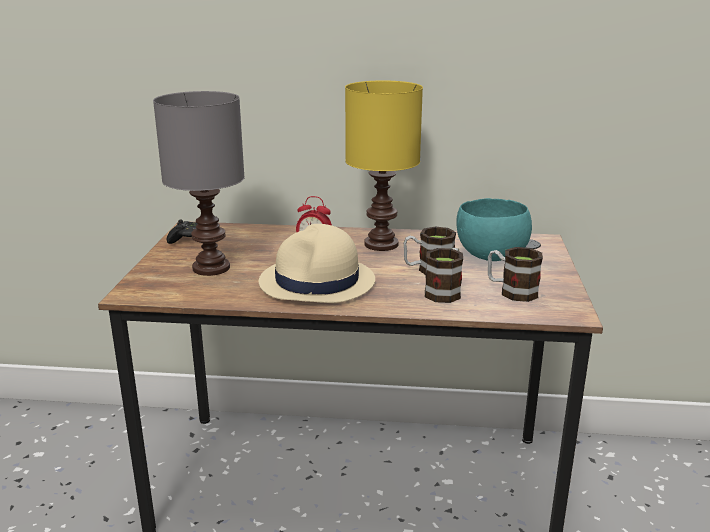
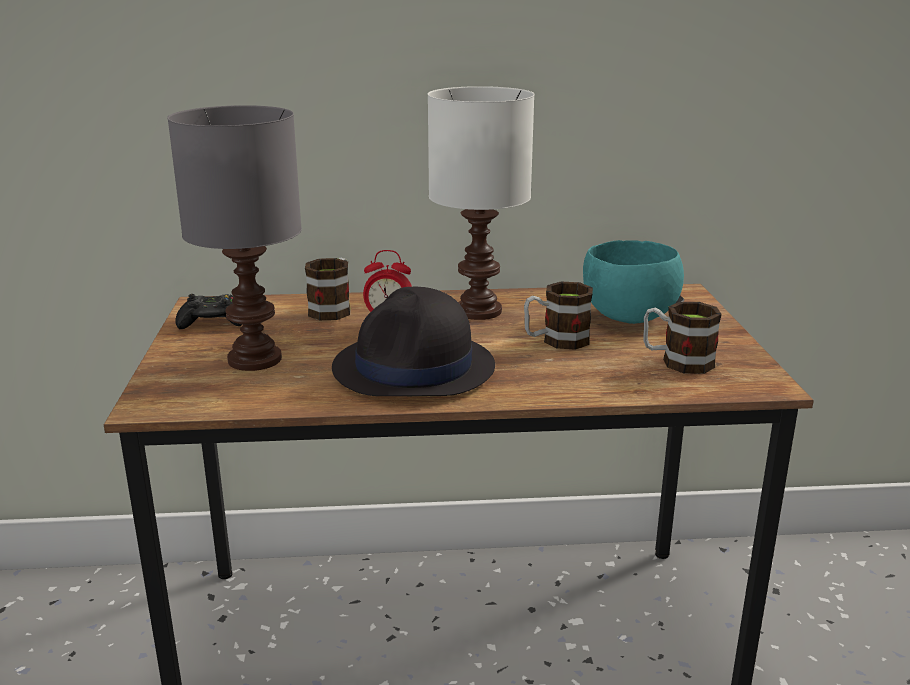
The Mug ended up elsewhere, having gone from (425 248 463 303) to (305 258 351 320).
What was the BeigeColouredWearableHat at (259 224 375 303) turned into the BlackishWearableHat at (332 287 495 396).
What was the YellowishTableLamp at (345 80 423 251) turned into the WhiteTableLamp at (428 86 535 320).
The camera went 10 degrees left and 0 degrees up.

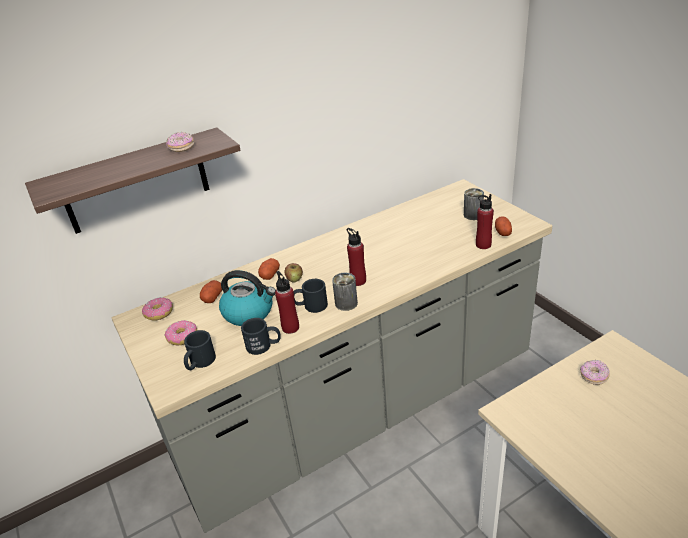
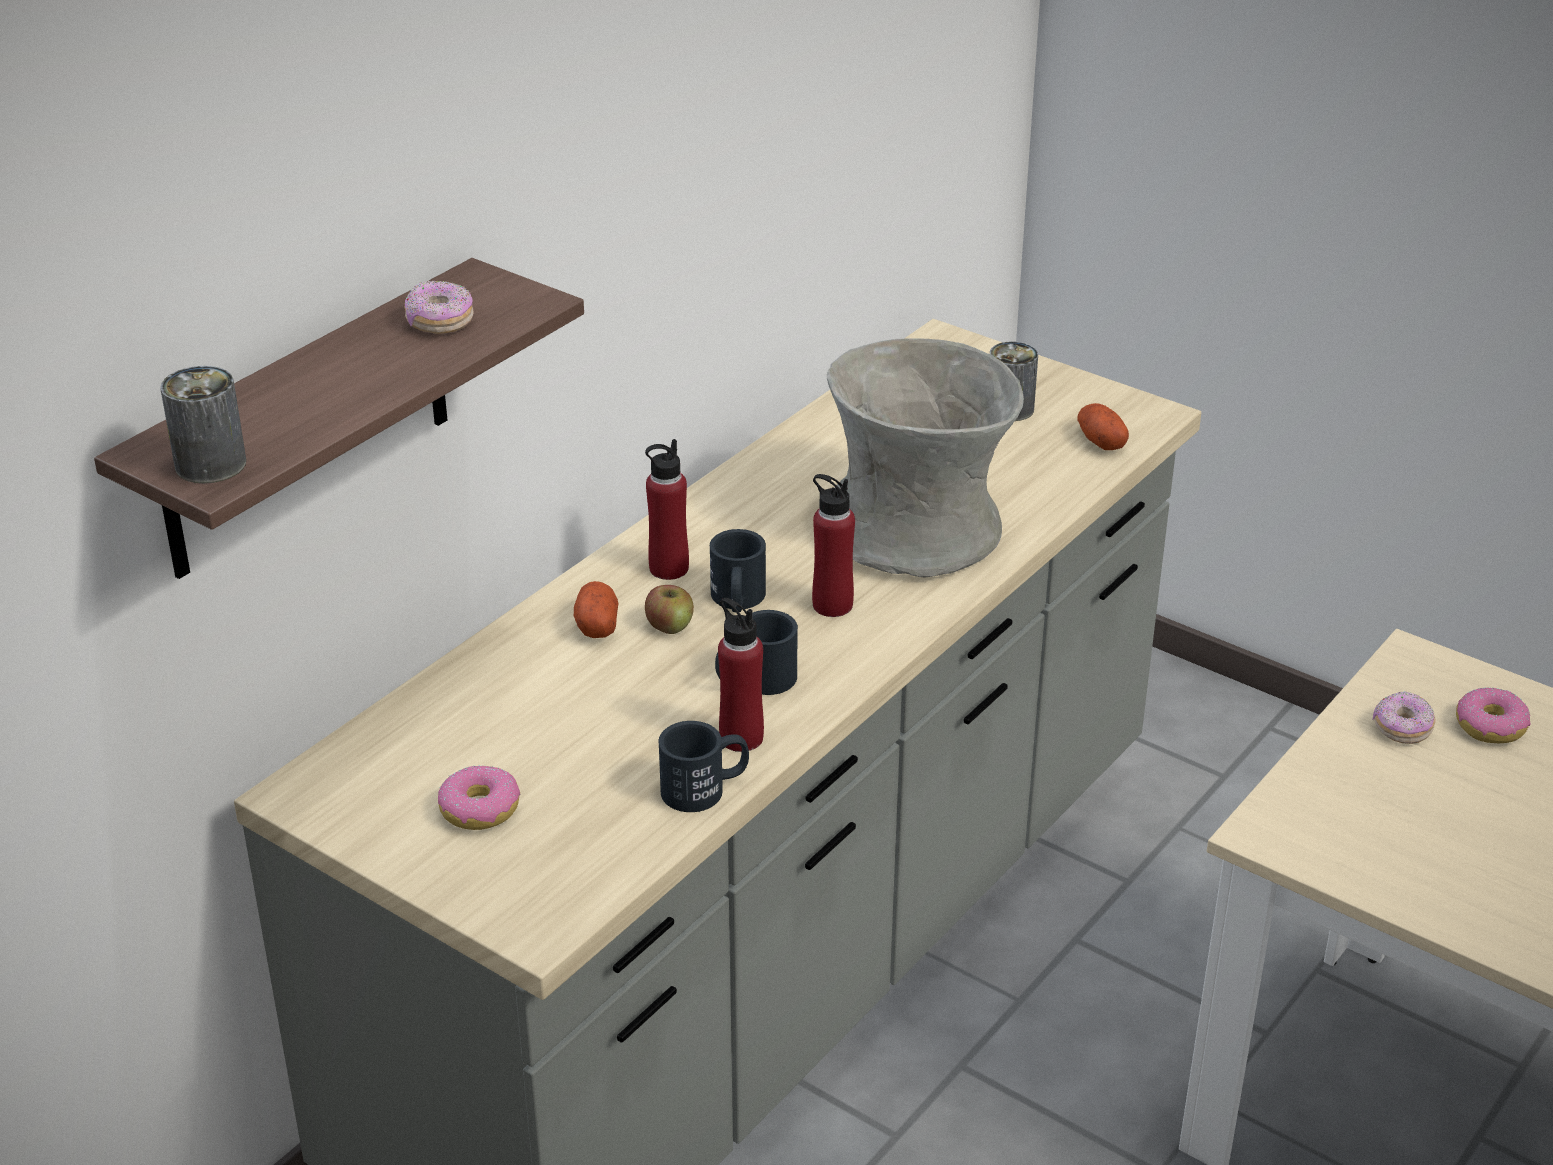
The second view lost the Potato at (200 280 222 303).
The second view lost the WaterKettle at (219 270 276 326).
The second view gained the GreyishFlowerVase at (827 338 1024 578).
The Doughnut ended up elsewhere, having gone from (142 297 173 321) to (1456 687 1530 743).
The BlackishMug ended up elsewhere, having gone from (184 330 216 370) to (710 529 766 612).
The SealedCan ended up elsewhere, having gone from (332 273 358 311) to (160 366 246 483).
The RedBottle ended up elsewhere, having gone from (476 194 494 249) to (645 439 689 580).
The camera went 25 degrees left and 0 degrees up.

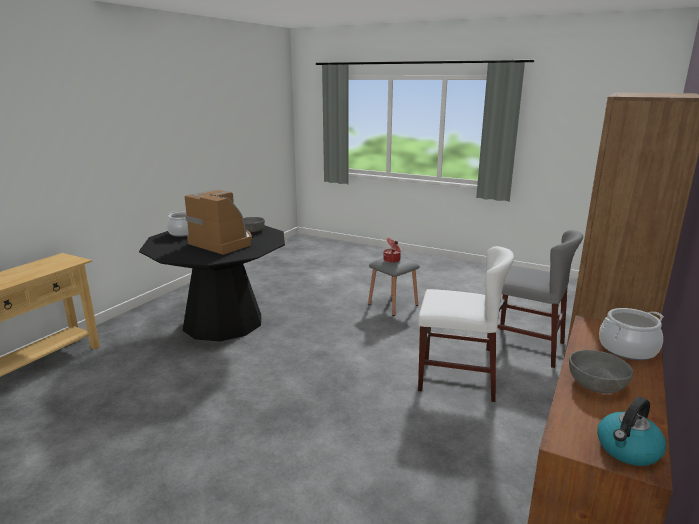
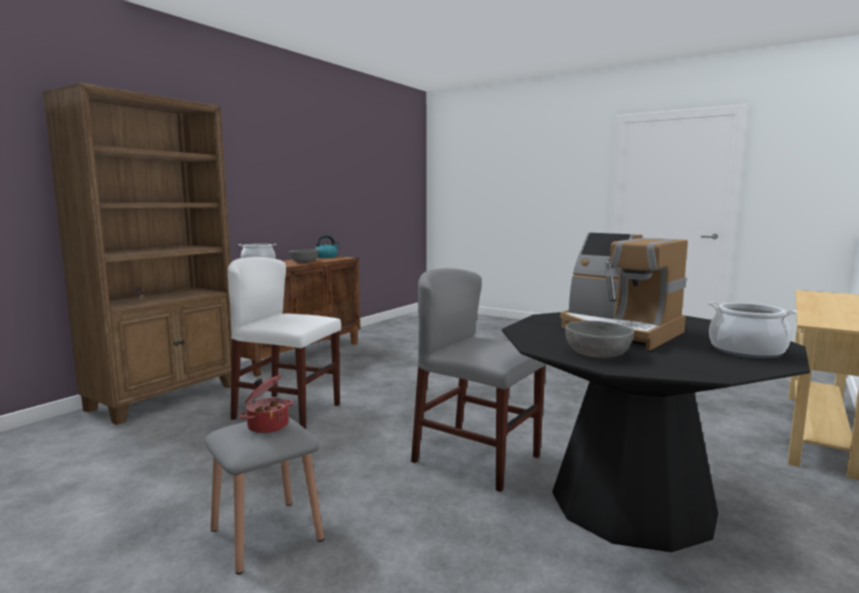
The GreyishUprightChair ended up elsewhere, having gone from (486 230 583 368) to (411 268 547 492).
The camera went 175 degrees left and 10 degrees down.

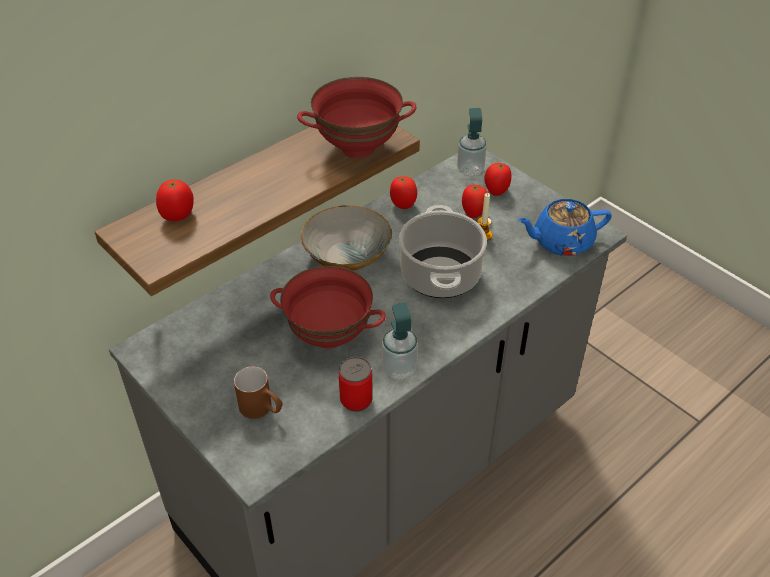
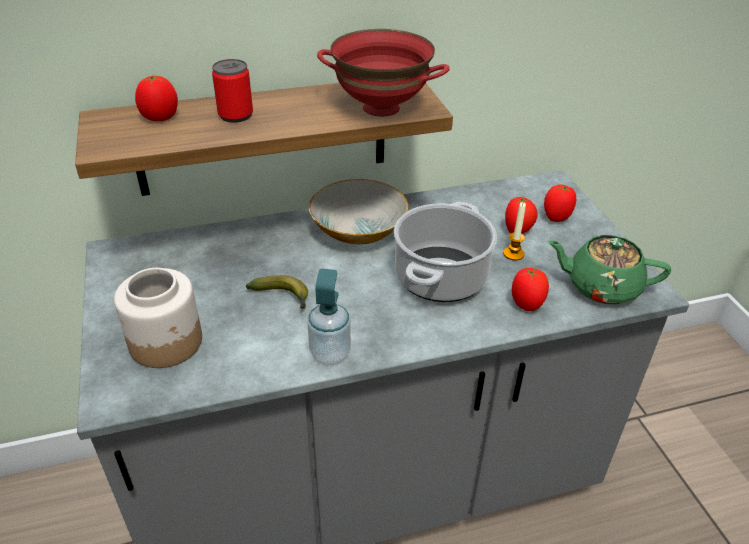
The second view lost the LiquidSoapBottle at (457 108 487 176).
The SealedCan ended up elsewhere, having gone from (339 357 373 412) to (212 59 253 123).
The FreshTomato ended up elsewhere, having gone from (390 176 417 209) to (512 268 549 311).
Where the BrownishMug stood at (234 366 283 419), the PreserveJar came to stand at (114 268 202 368).
Where the RedDeepDish stood at (270 266 386 349), the WholeBanana came to stand at (246 275 308 309).
What was the BluishTeaPot at (518 199 612 256) turned into the GreenTeaPot at (547 235 671 304).
The camera went 25 degrees right and 5 degrees down.

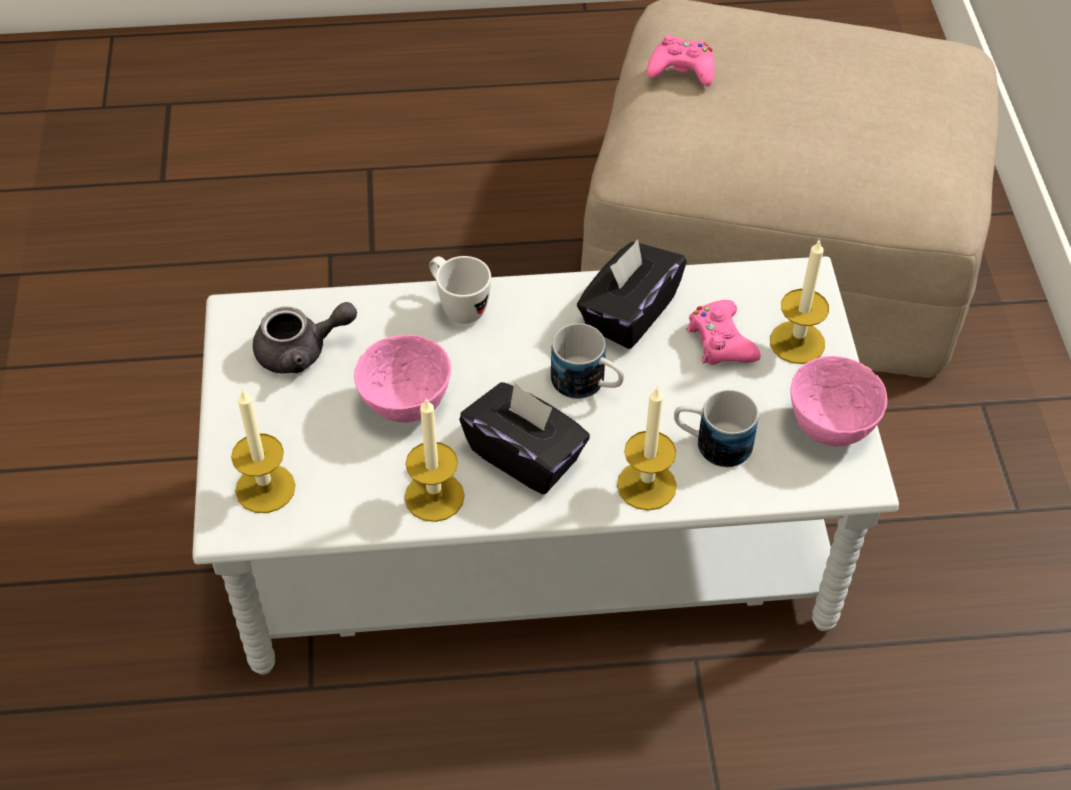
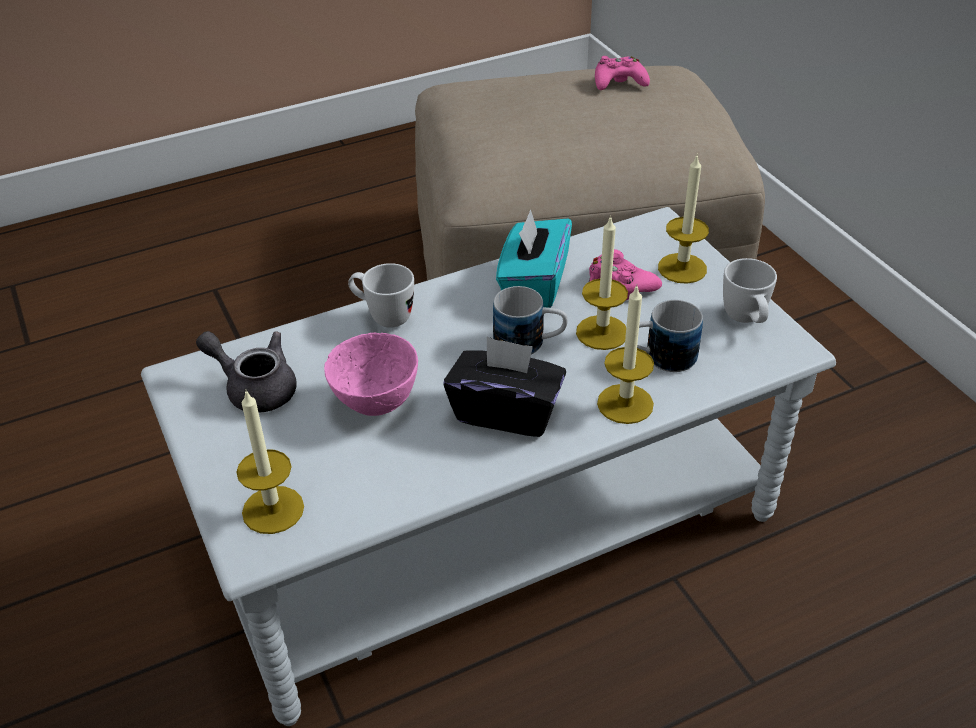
The WaxCandle ended up elsewhere, having gone from (404 398 465 522) to (576 215 628 350).
The PinkGameController ended up elsewhere, having gone from (647 34 715 86) to (595 56 650 90).
Where the PinkDeepDish stood at (791 356 887 447), the WhiteMug came to stand at (723 258 777 323).
What was the BlackishTissueHolder at (577 240 687 349) turned into the TurquoiseColouredTissueHolder at (496 209 572 308).
The GreyishTeaPot at (253 302 357 374) ended up facing another way, 120 degrees counterclockwise from before.
The camera went 20 degrees left and 10 degrees down.

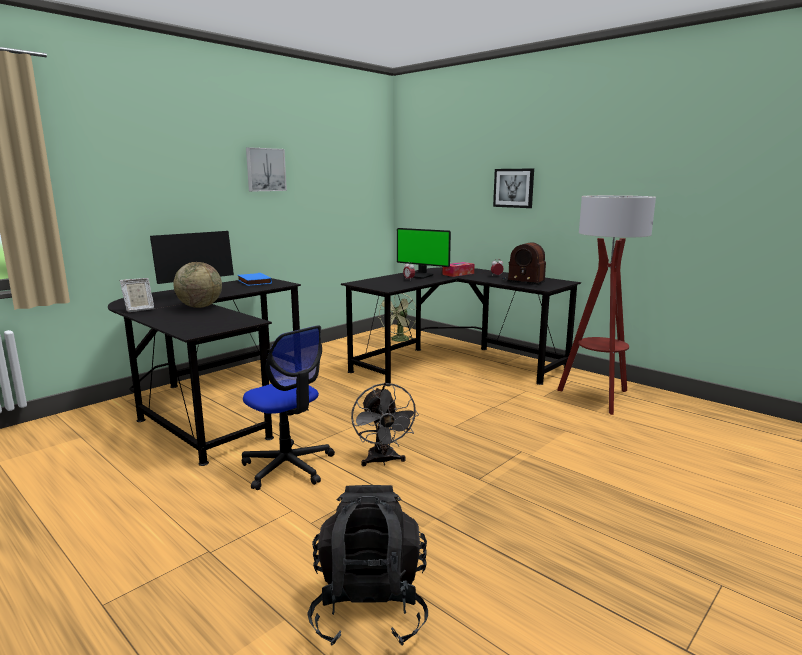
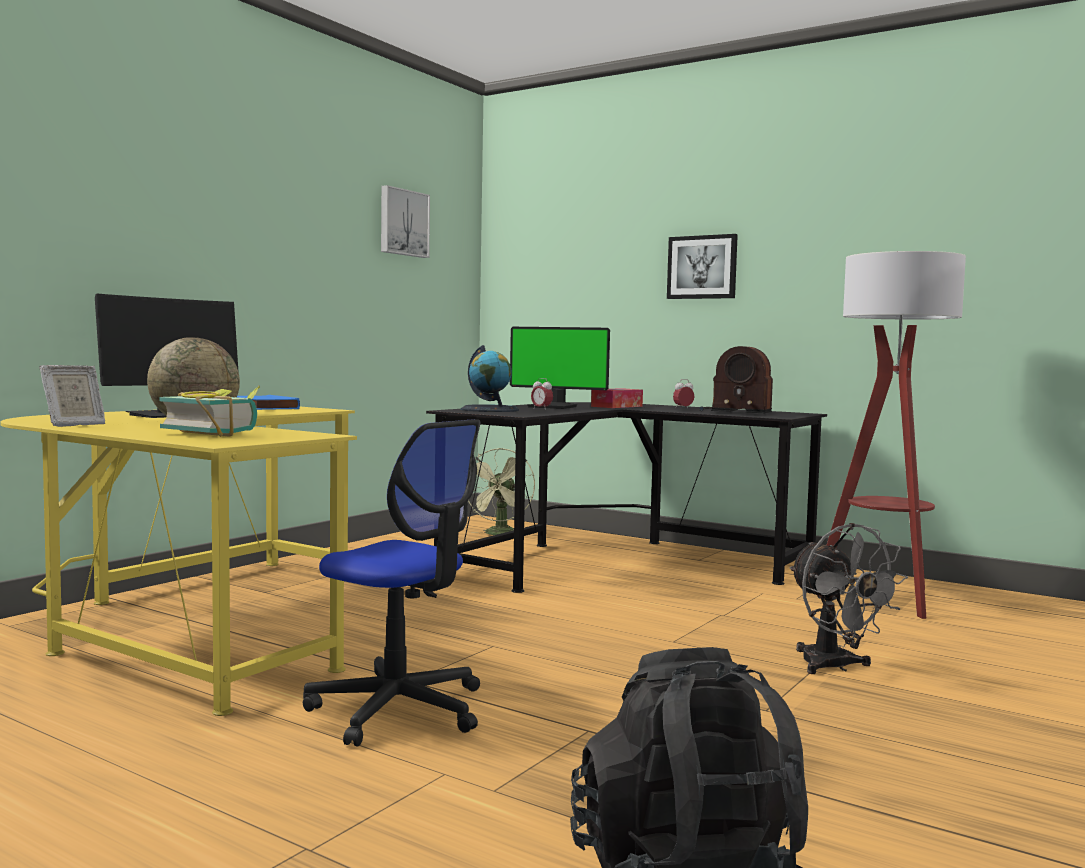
The second view gained the Volume at (160 386 260 437).
The second view gained the DeskGlobe at (460 345 519 412).
The WallPicture ended up elsewhere, having gone from (246 147 287 191) to (381 185 430 258).
The GreyishElectricFan ended up elsewhere, having gone from (351 383 419 466) to (789 523 908 674).
What was the BlackishDeskUnit at (108 278 301 466) turned into the YellowishDeskUnit at (0 407 357 716).
The camera went 10 degrees left and 10 degrees down.

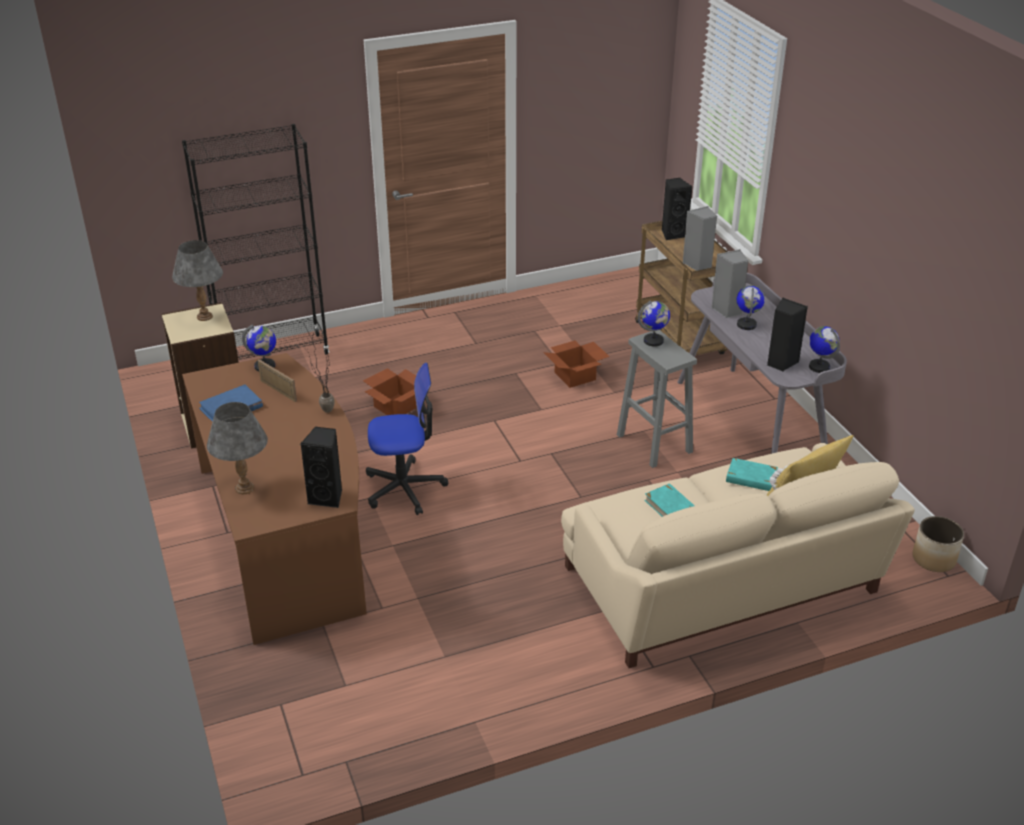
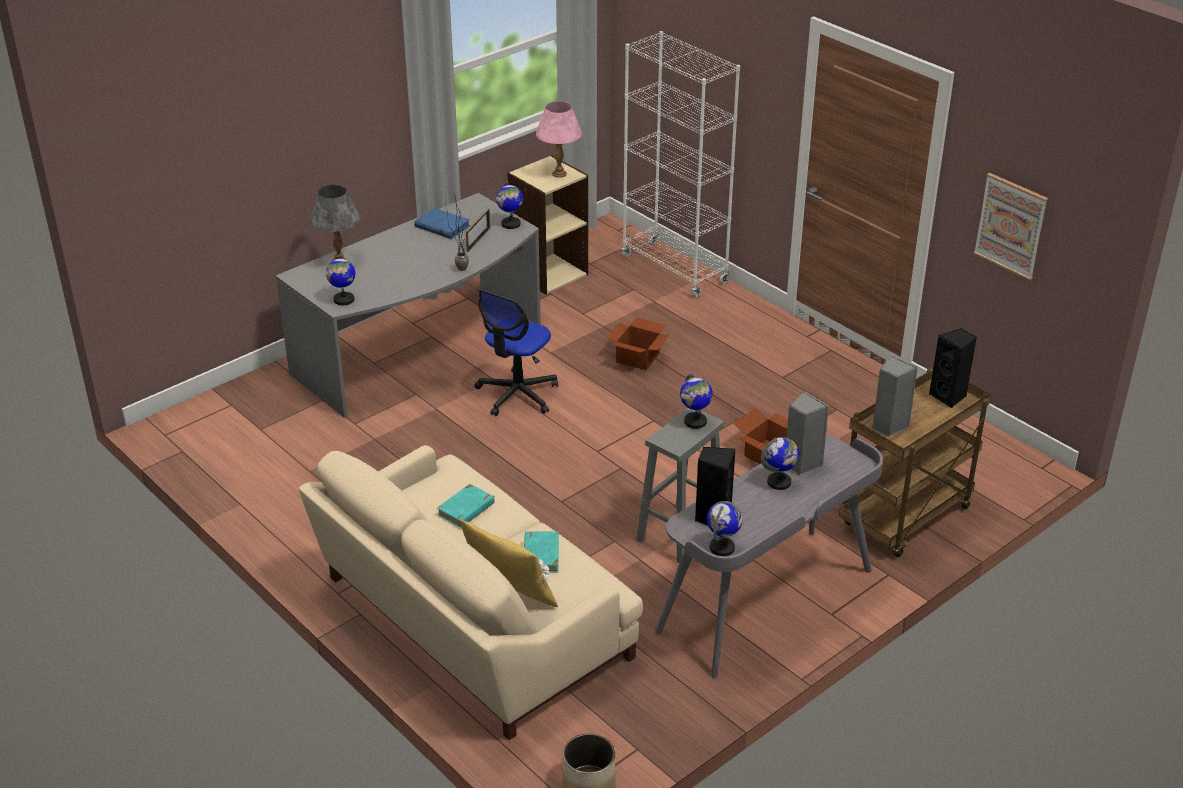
The second view gained the WallPicture at (973 173 1048 280).
Where the BlackishSpeaker stood at (301 426 342 509), the DeskGlobe came to stand at (326 254 355 305).
What was the GreyishTableLamp at (172 240 223 321) turned into the PinkTableLamp at (536 101 582 178).
What was the BlackishShelvingUnit at (182 124 329 360) turned into the WhiteShelvingUnit at (622 31 740 297).
What was the BrownishDeskUnit at (182 353 367 645) turned into the GreyishDeskUnit at (276 193 541 418).
The OfficeChair at (366 363 448 515) ended up facing another way, 60 degrees clockwise from before.
The camera went 70 degrees right and 0 degrees up.

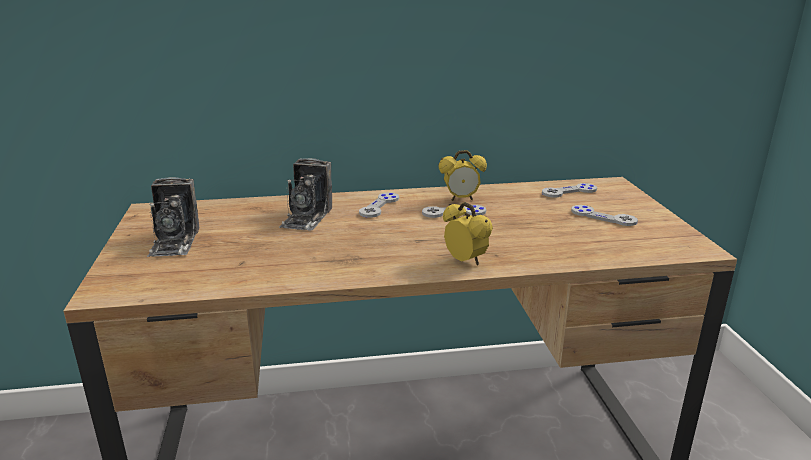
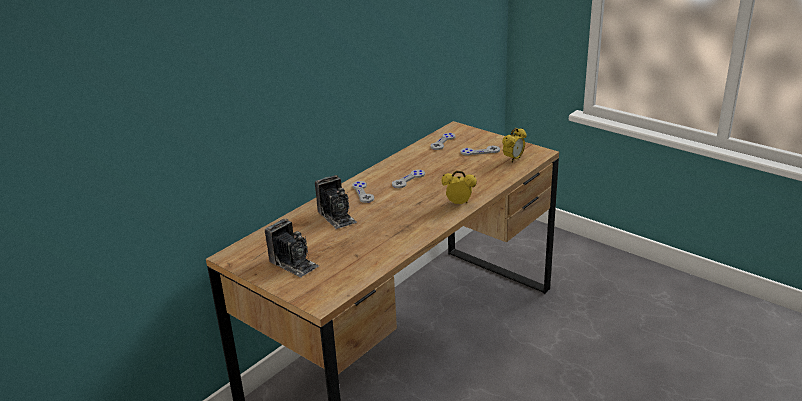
The AlarmClock ended up elsewhere, having gone from (438 150 487 201) to (502 128 526 162).
The camera went 40 degrees left and 5 degrees up.

